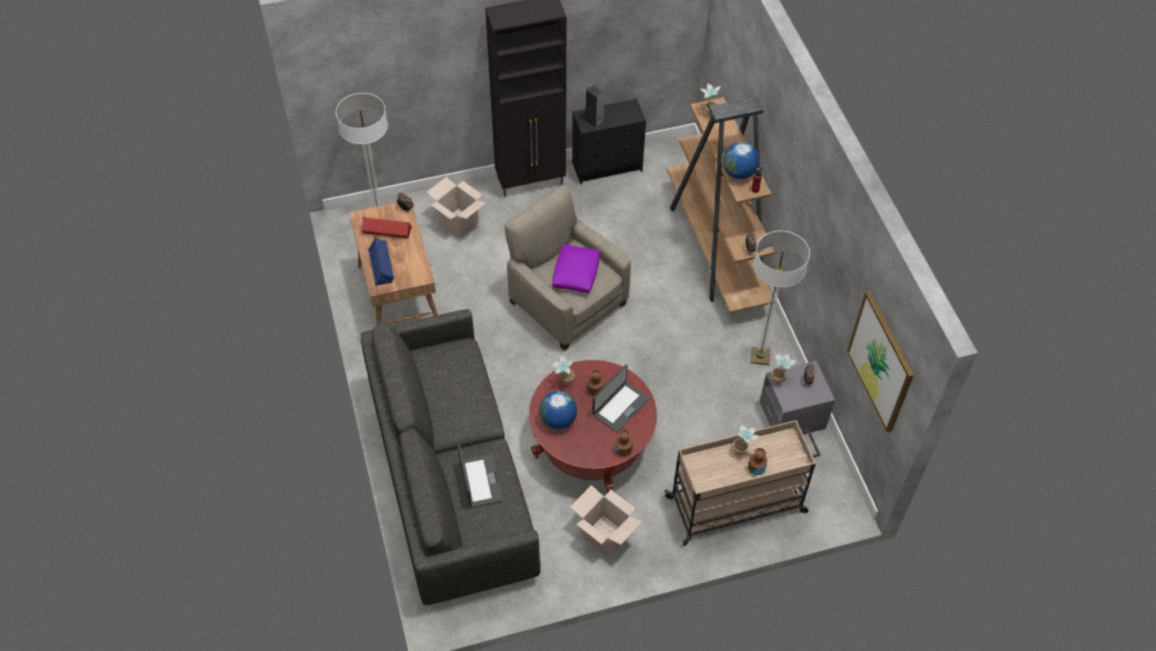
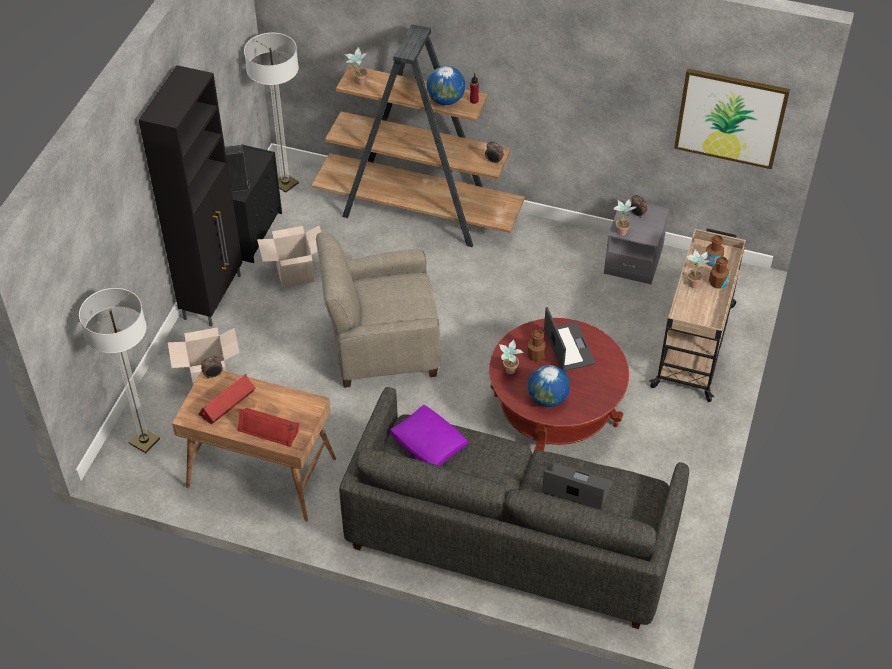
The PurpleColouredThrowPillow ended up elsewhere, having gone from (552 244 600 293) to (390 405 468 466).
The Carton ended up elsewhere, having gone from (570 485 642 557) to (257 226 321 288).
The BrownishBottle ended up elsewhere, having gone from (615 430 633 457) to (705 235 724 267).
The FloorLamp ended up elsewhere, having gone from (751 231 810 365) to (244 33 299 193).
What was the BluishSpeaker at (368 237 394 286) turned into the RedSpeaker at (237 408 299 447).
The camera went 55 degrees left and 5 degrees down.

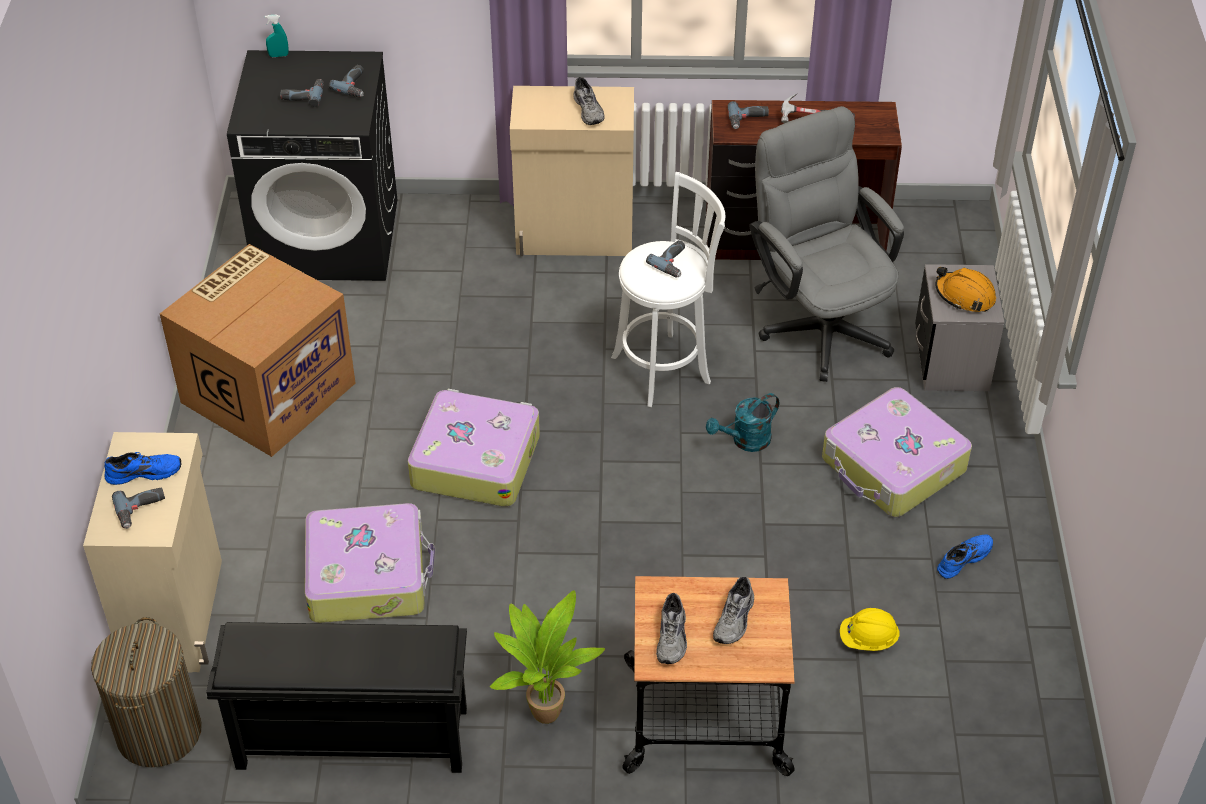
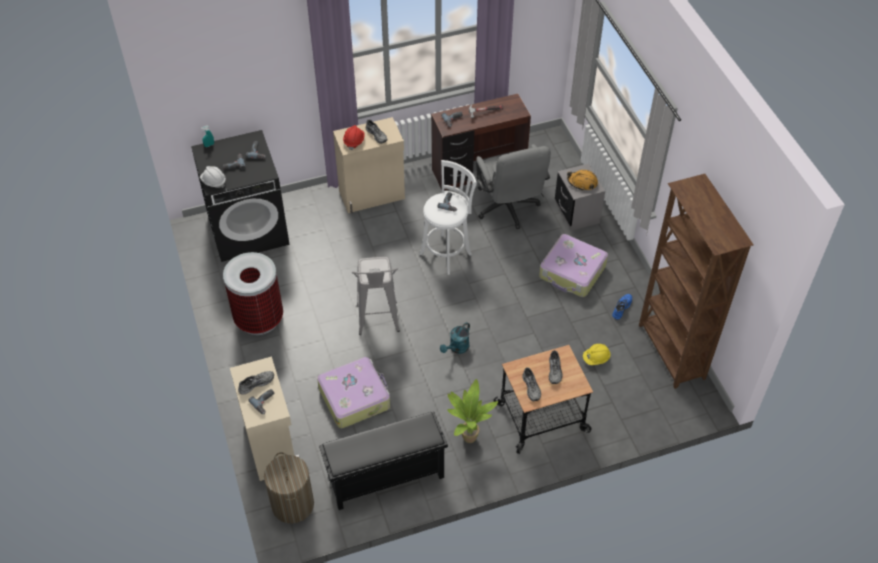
The second view gained the WhiteSafetyHelmet at (200 166 226 188).
The second view gained the RedSafetyHelmet at (343 125 365 150).
The second view gained the BrownishShelvingUnit at (639 174 754 389).
The TurquoiseColouredWateringPot ended up elsewhere, having gone from (706 393 779 452) to (440 322 470 354).
Where the Carton stood at (160 244 355 457), the RubbishBin came to stand at (223 252 283 335).
Where the PieceOfLuggage stood at (408 389 540 507), the GreyishStoolSeat came to stand at (352 257 400 335).
What was the BluishItemOfFootwear at (104 452 181 485) turned into the GreyishItemOfFootwear at (238 371 274 395).
The GreyishOfficeChair at (749 106 904 382) ended up facing another way, 150 degrees counterclockwise from before.
The camera went 20 degrees left and 5 degrees up.

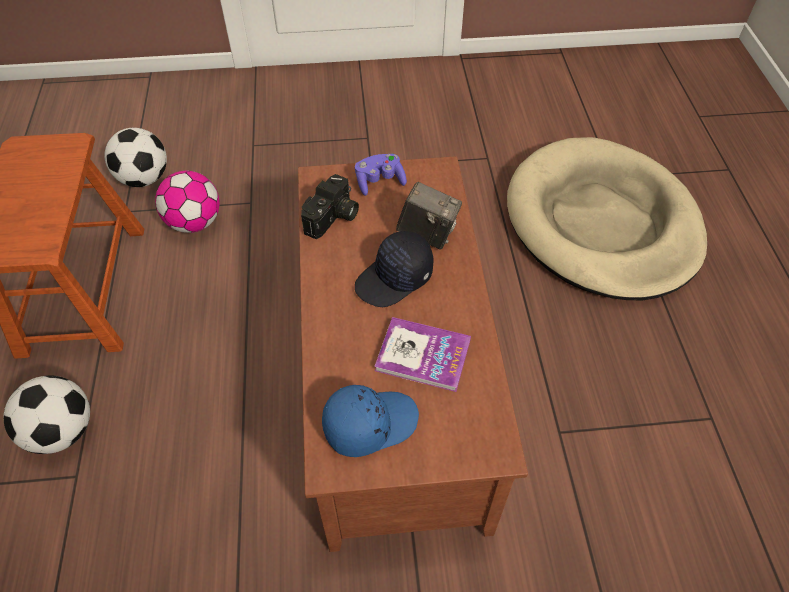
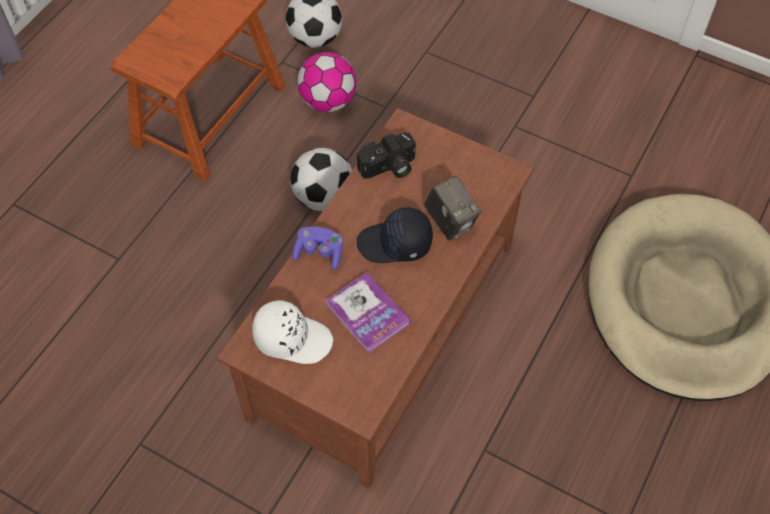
The FootballBall ended up elsewhere, having gone from (3 376 90 454) to (290 148 352 211).
The PurpleColouredGameController ended up elsewhere, having gone from (355 154 407 196) to (292 227 343 270).
What was the BluishCap at (322 385 419 457) turned into the WhiteCap at (252 300 333 364).
The camera went 35 degrees right and 5 degrees up.

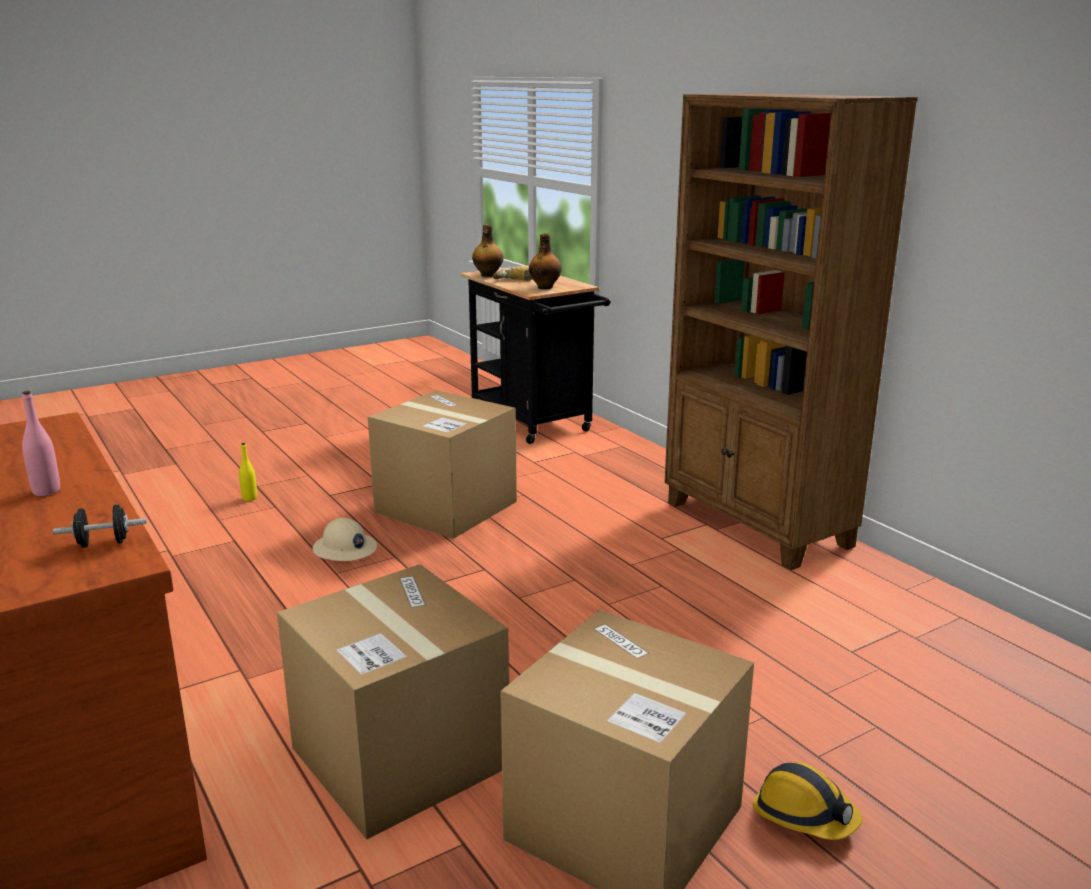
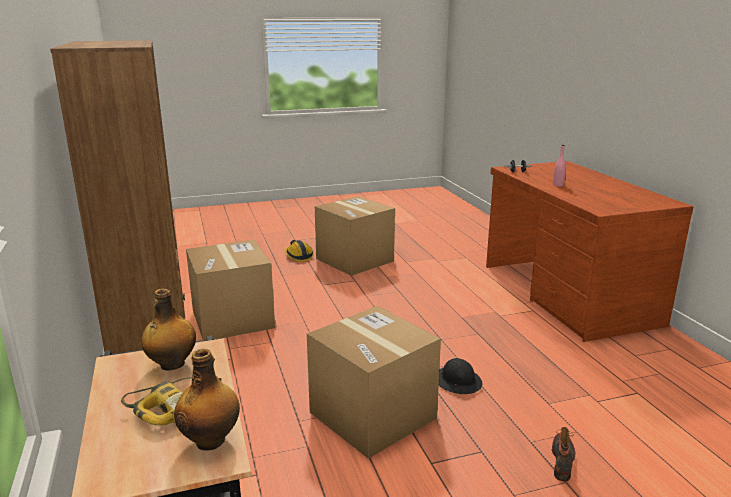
The Carton ended up elsewhere, having gone from (277 564 509 840) to (186 240 275 340).
Where the YellowishBottle stood at (239 443 257 501), the HighTopBoot came to stand at (552 427 575 482).
What was the BeigeColouredSafetyHelmet at (313 518 377 561) turned into the BlackishSafetyHelmet at (439 358 482 394).
The camera went 165 degrees left and 0 degrees up.

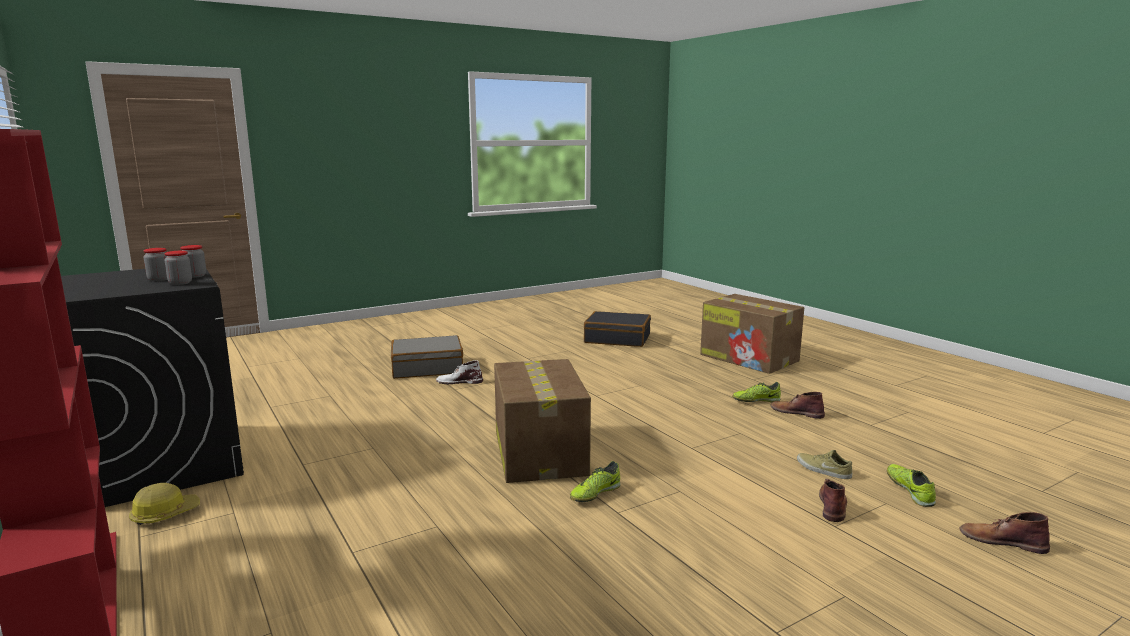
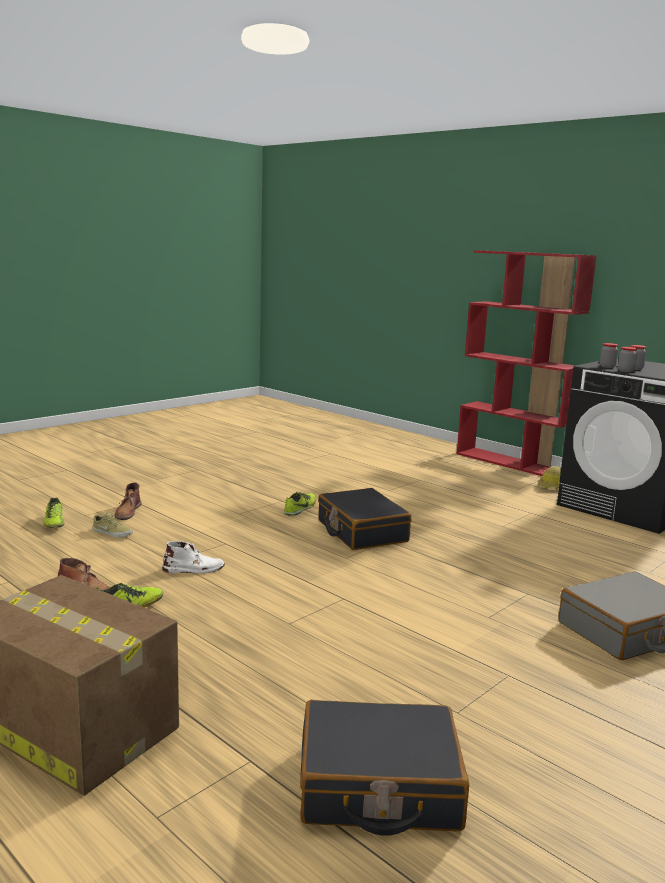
The second view lost the BrownishHighTopBoot at (959 512 1050 554).
The WhiteHighTopBoot ended up elsewhere, having gone from (436 360 483 384) to (162 541 225 573).
Where the Carton stood at (494 359 591 483), the BlackishPieceOfLuggage came to stand at (318 488 411 550).
The camera went 165 degrees right and 0 degrees up.

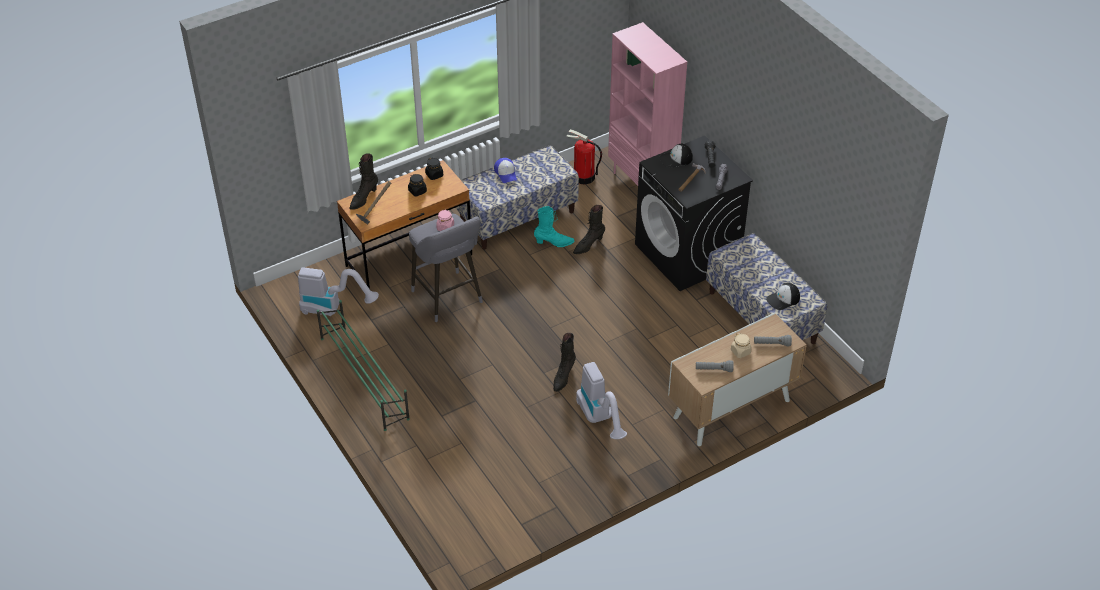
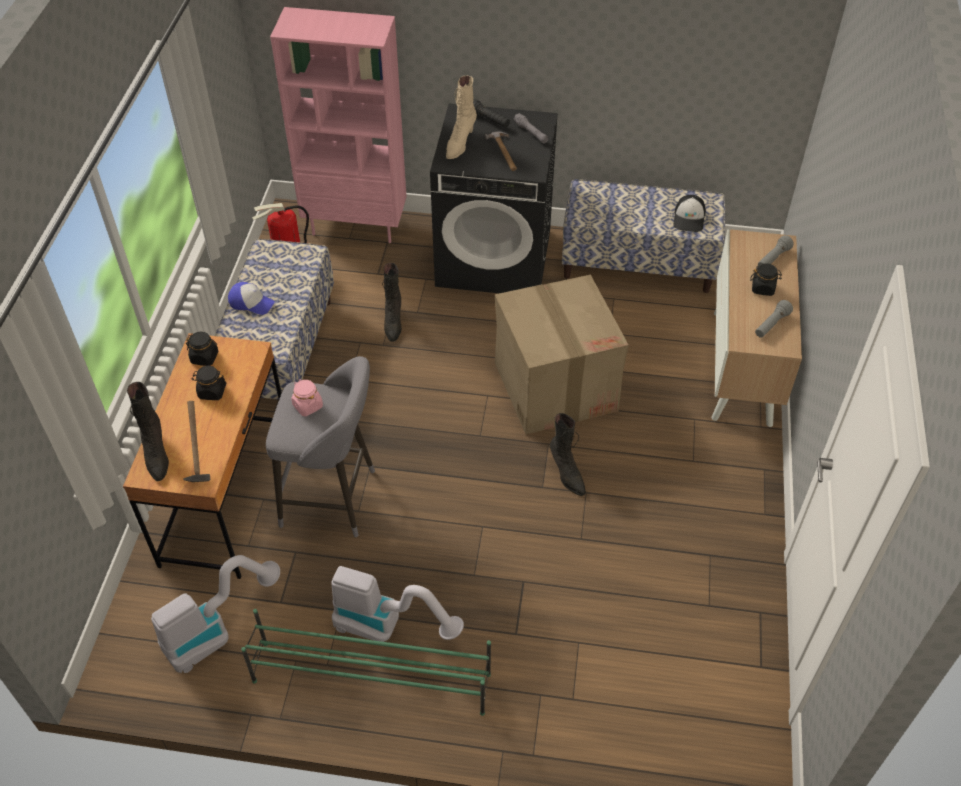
The second view lost the TurquoiseColouredHighTopBoot at (534 206 575 247).
The second view gained the Carton at (495 275 629 434).
The Vacuum ended up elsewhere, having gone from (576 362 627 439) to (331 566 464 642).
Where the Cap stood at (659 144 693 168), the BeigeColouredHighTopBoot came to stand at (446 76 477 159).
What was the BeigeColouredPreserveJar at (731 333 752 358) turned into the BlackishPreserveJar at (750 263 782 296).
The camera went 50 degrees left and 5 degrees up.

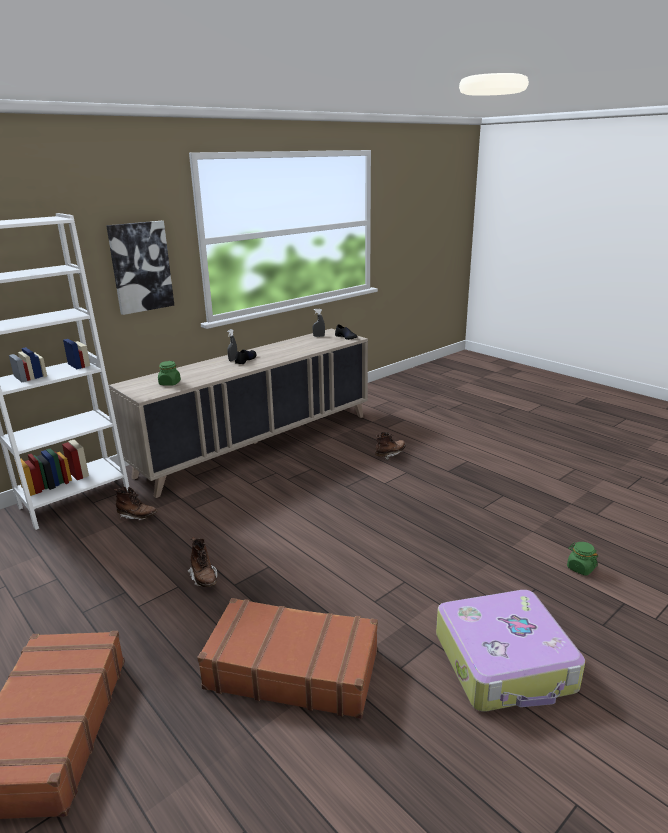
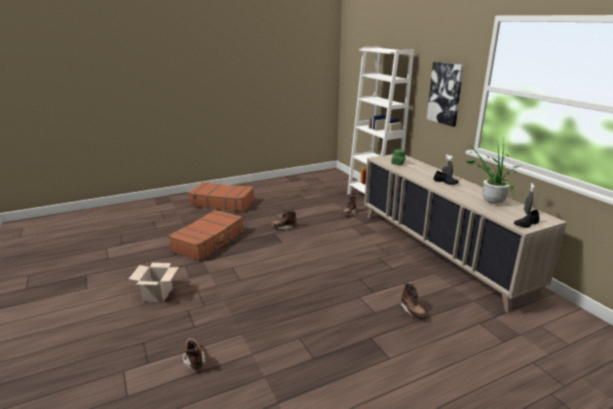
The second view gained the Houseplant at (466 140 520 204).
Where the PieceOfLuggage stood at (436 590 585 712), the Carton came to stand at (129 263 179 302).
Where the GreenPreserveJar stood at (567 542 598 575), the BrownishHighTopBoot came to stand at (183 338 207 370).
The camera went 105 degrees right and 0 degrees up.

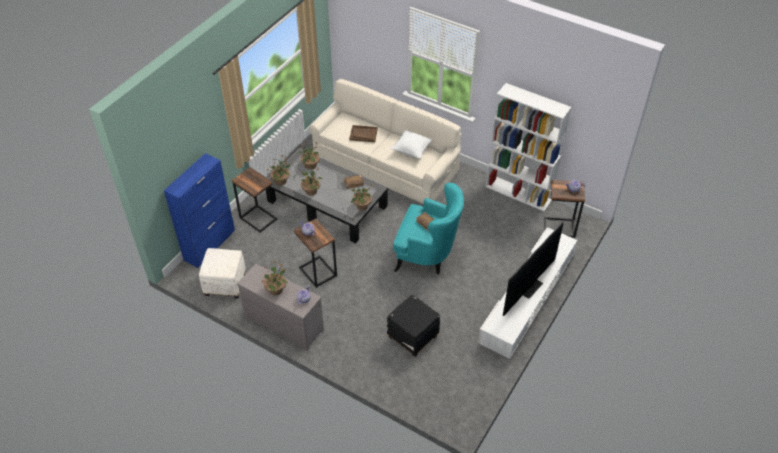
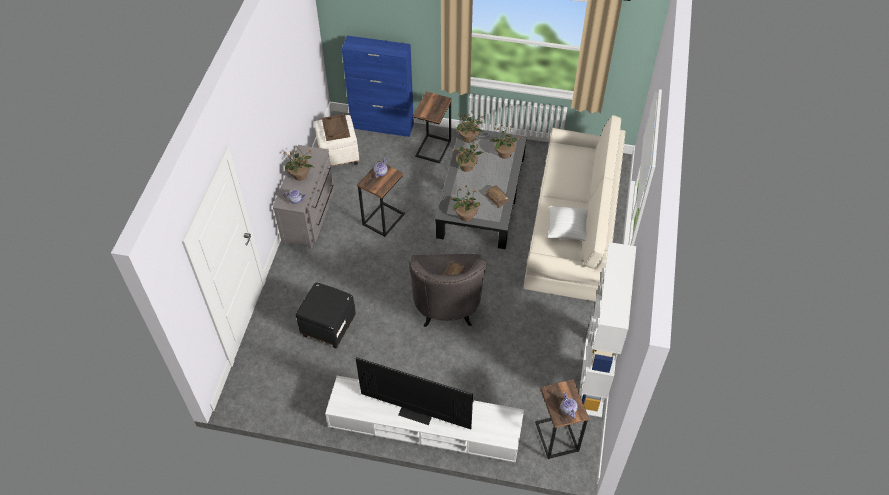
The BrownishTray ended up elsewhere, having gone from (349 125 378 142) to (322 114 350 141).
What was the TurquoiseColouredEasyChair at (393 183 464 275) turned into the GreyishEasyChair at (409 254 486 327).
The camera went 70 degrees right and 5 degrees up.

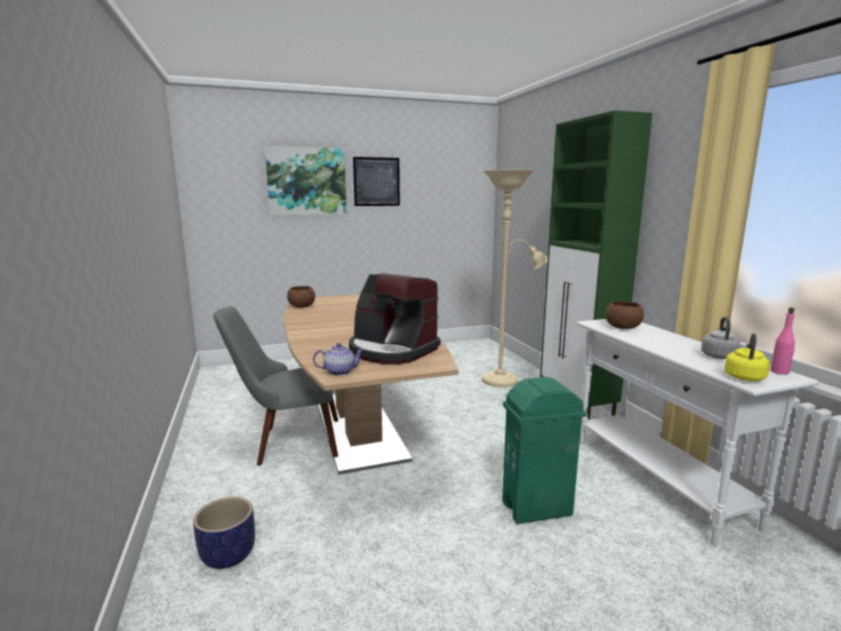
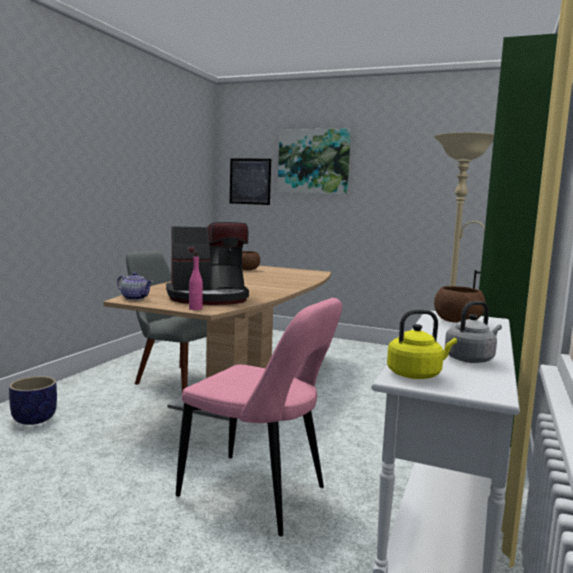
The WallPicture ended up elsewhere, having gone from (353 157 400 206) to (230 159 271 205).
The PinkBottle ended up elsewhere, having gone from (770 308 795 375) to (189 251 203 310).
Where the GreenRubbishBin stood at (502 377 586 524), the PinkUprightChair came to stand at (176 298 342 536).
The CoffeeMaker at (349 273 440 364) ended up facing another way, 90 degrees counterclockwise from before.
The camera went 40 degrees right and 5 degrees down.

